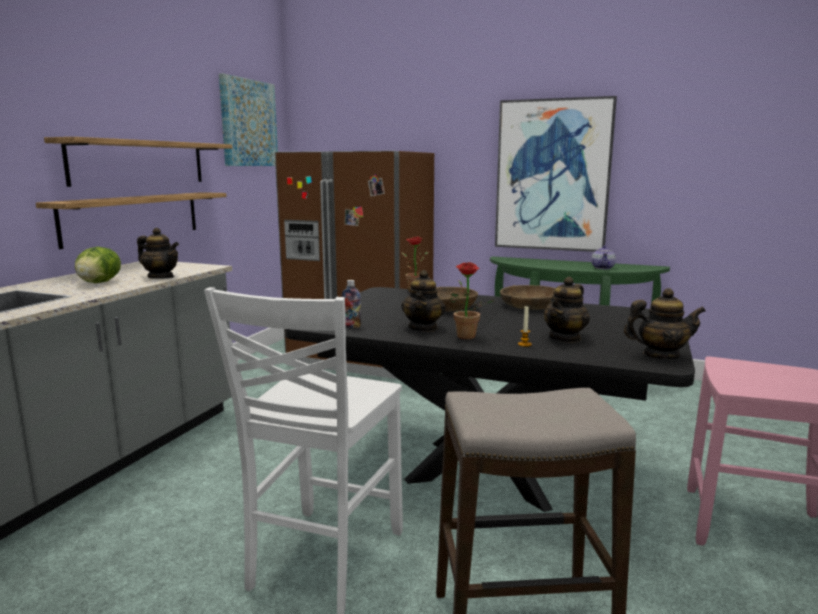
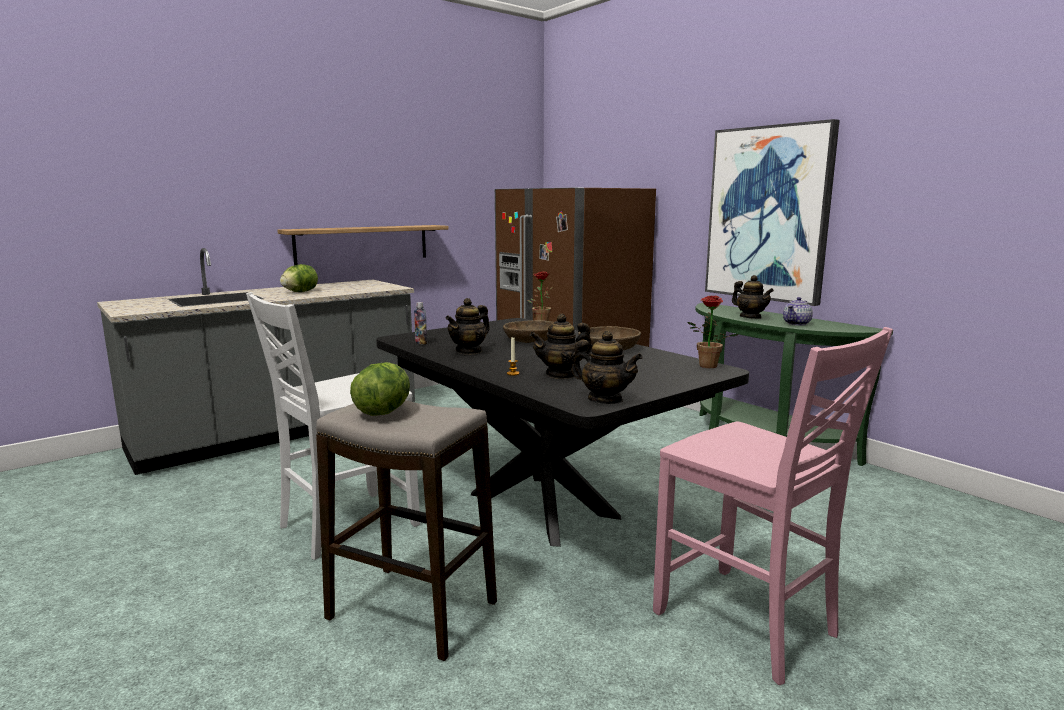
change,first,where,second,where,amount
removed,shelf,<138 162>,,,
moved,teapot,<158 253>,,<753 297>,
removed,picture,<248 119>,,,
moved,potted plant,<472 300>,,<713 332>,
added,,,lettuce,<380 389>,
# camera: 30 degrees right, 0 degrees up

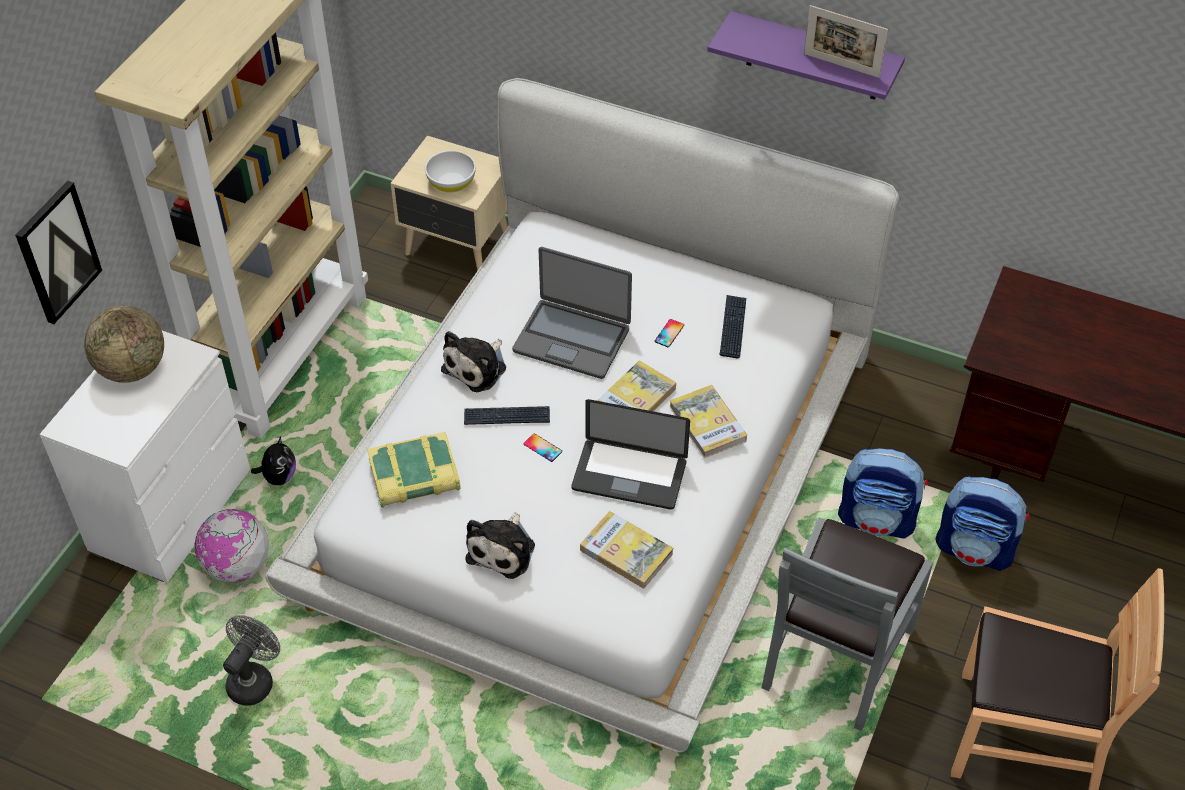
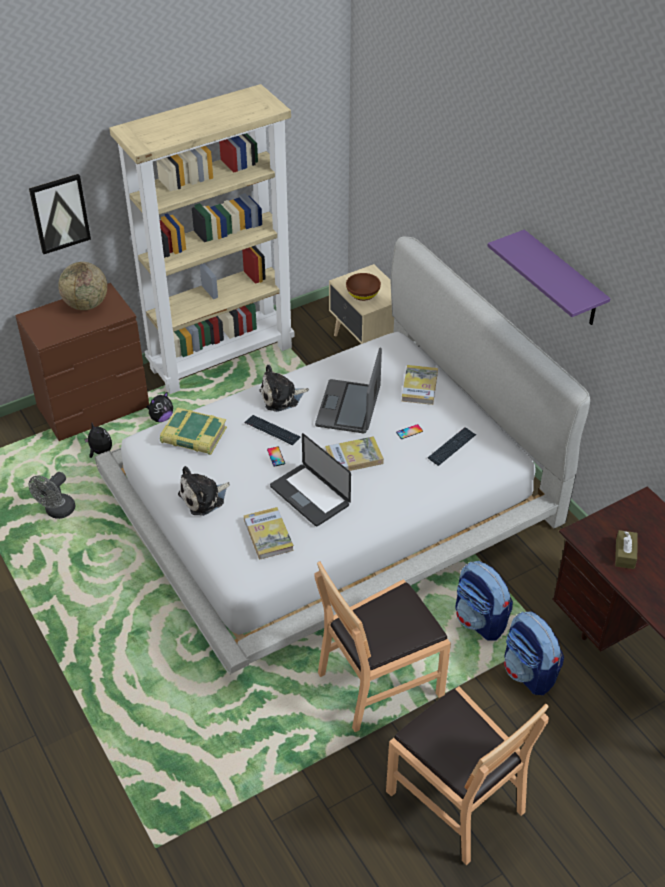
change,first,where,second,where,amount
recoloured,dresser in white,<145 457>,dresser in brown,<82 362>,
replaced,globe,<231 546>,plush toy,<98 440>,
turned,fan in grey,<251 660>,,<51 495>,150 degrees clockwise
recoloured,bowl in white,<450 171>,bowl in brown,<363 287>,
turned,laptop,<572 313>,,<348 390>,45 degrees clockwise
moved,book,<708 421>,,<420 385>,
recoloured,chair in grey,<847 624>,chair in brown,<382 646>,
removed,picture frame,<846 41>,,,
added,,,tissue box in brown,<626 549>,
# camera: 35 degrees right, 5 degrees down

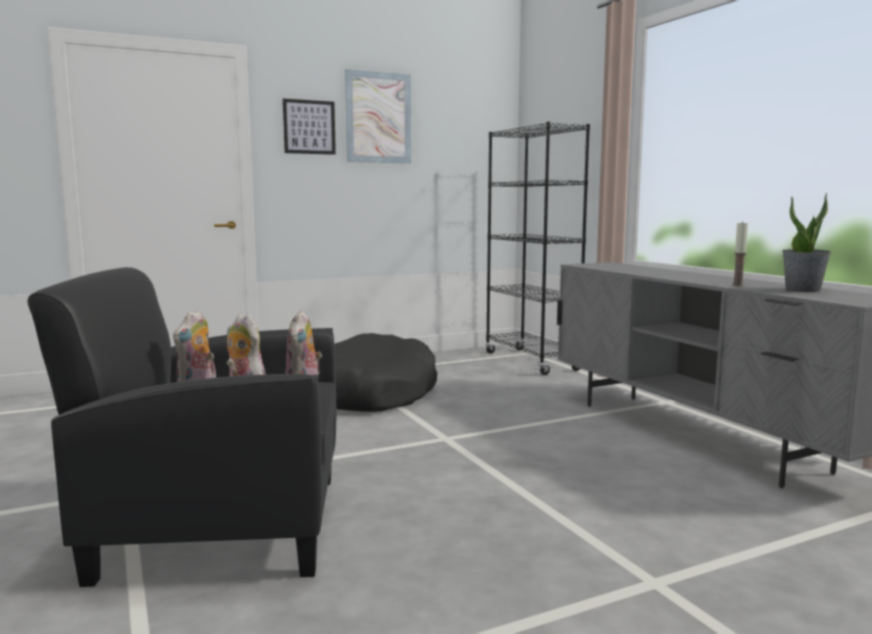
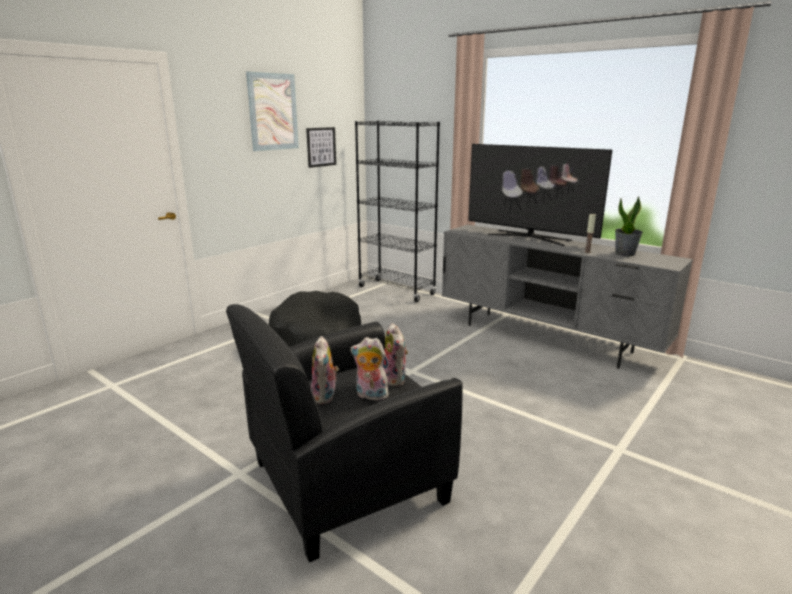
change,first,where,second,where,amount
moved,picture,<309 127>,,<321 147>,
added,,,television,<540 195>,
# camera: 25 degrees left, 10 degrees up

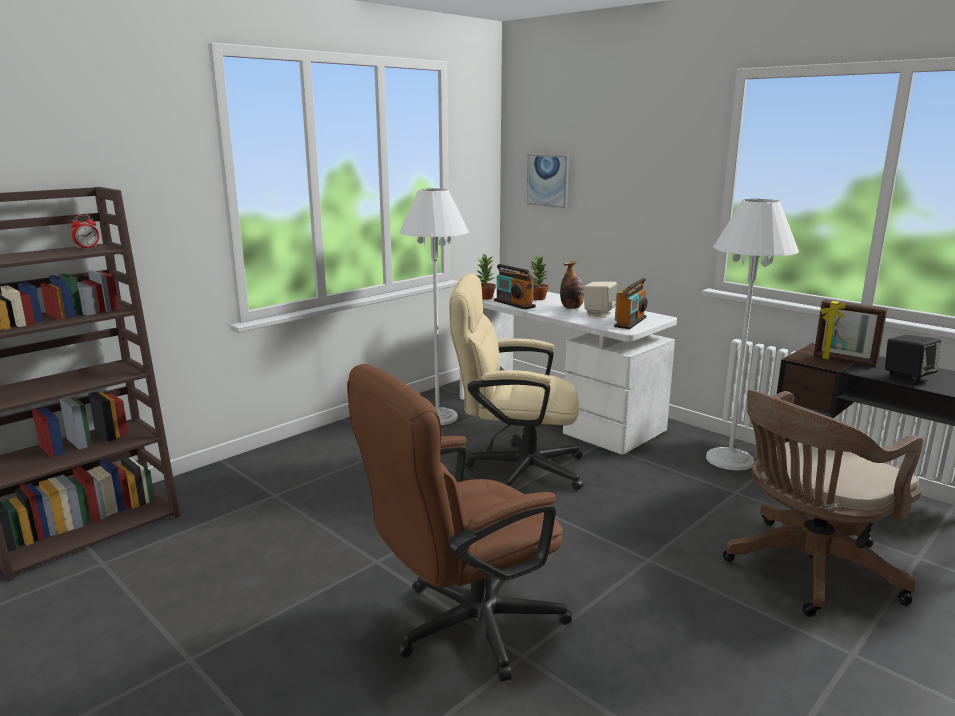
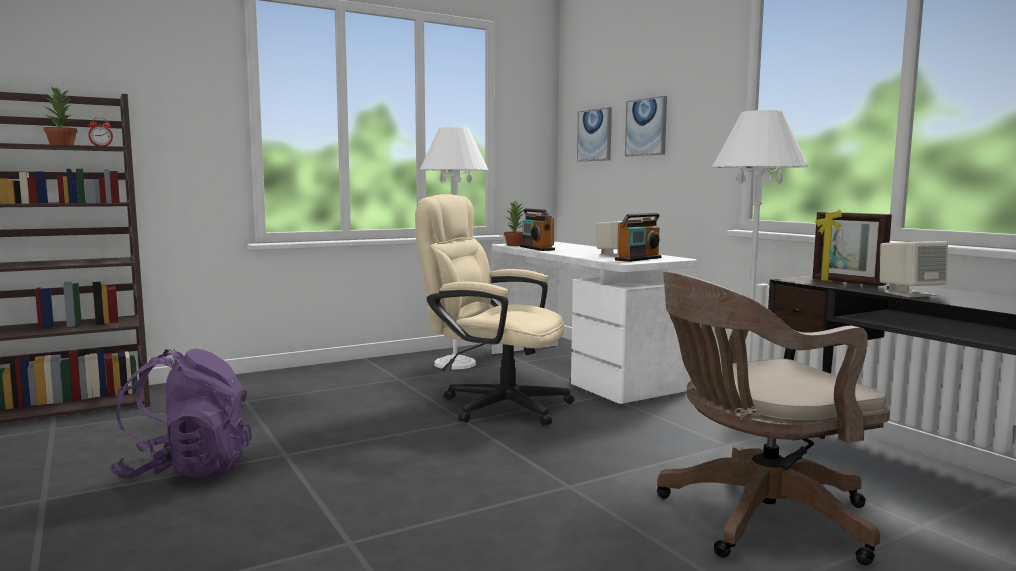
change,first,where,second,where,amount
removed,office chair in brown,<459 522>,,,
moved,potted plant,<539 277>,,<61 115>,
removed,bottle,<572 285>,,,
recoloured,speaker in black,<913 360>,speaker in beige,<914 269>,
added,,,backpack in purple,<180 414>,
added,,,picture,<646 126>,
# camera: 15 degrees right, 10 degrees down

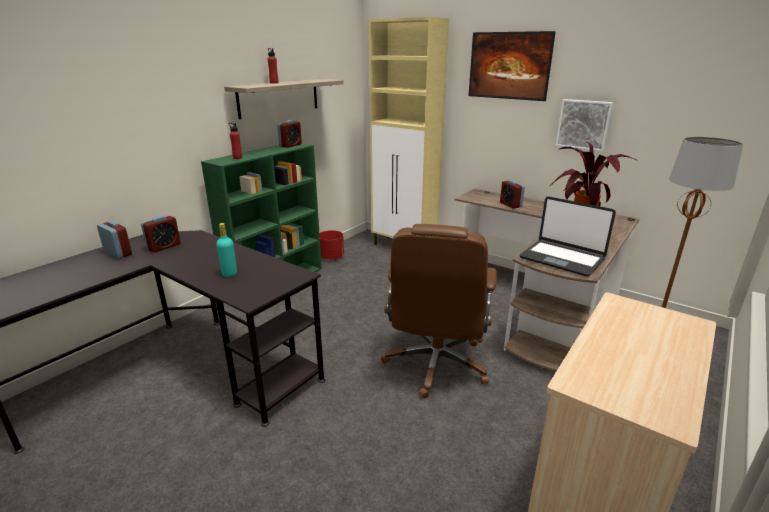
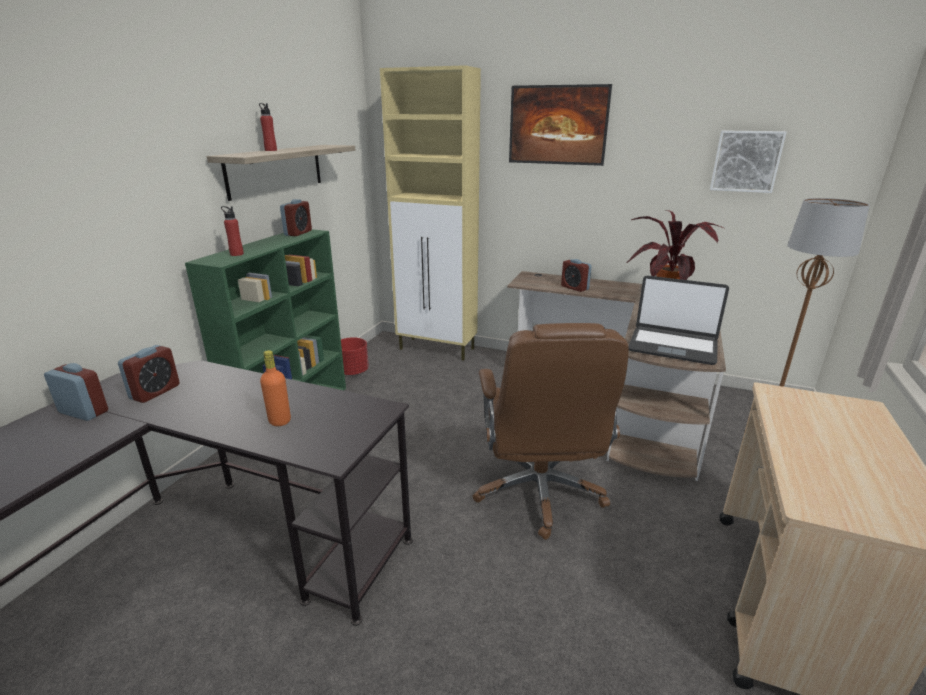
change,first,where,second,where,amount
recoloured,bottle in turquoise,<226 250>,bottle in orange,<275 388>,
moved,picture,<584 125>,,<748 161>,
# camera: 15 degrees left, 0 degrees up

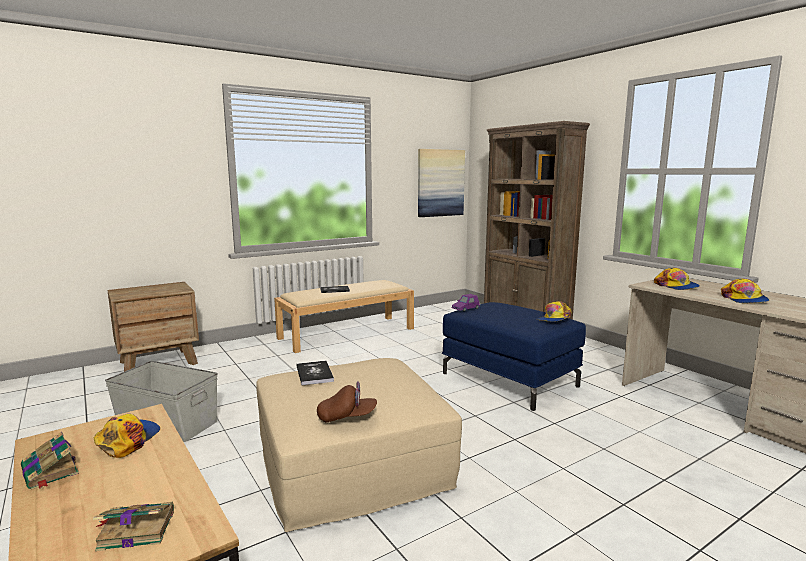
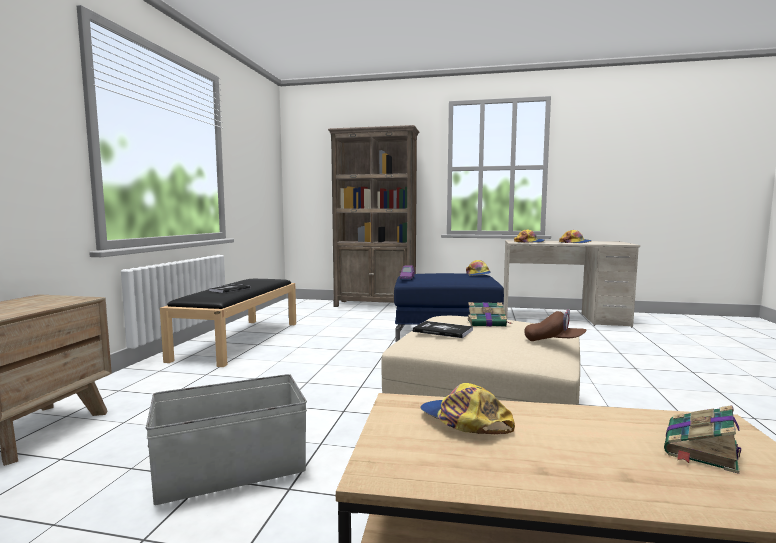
change,first,where,second,where,amount
moved,book,<50 461>,,<490 314>,
recoloured,bench in beige,<344 316>,bench in black,<228 323>,
turned,cap in brown,<347 402>,,<555 325>,75 degrees clockwise
removed,picture,<441 183>,,,
# camera: 45 degrees left, 5 degrees down

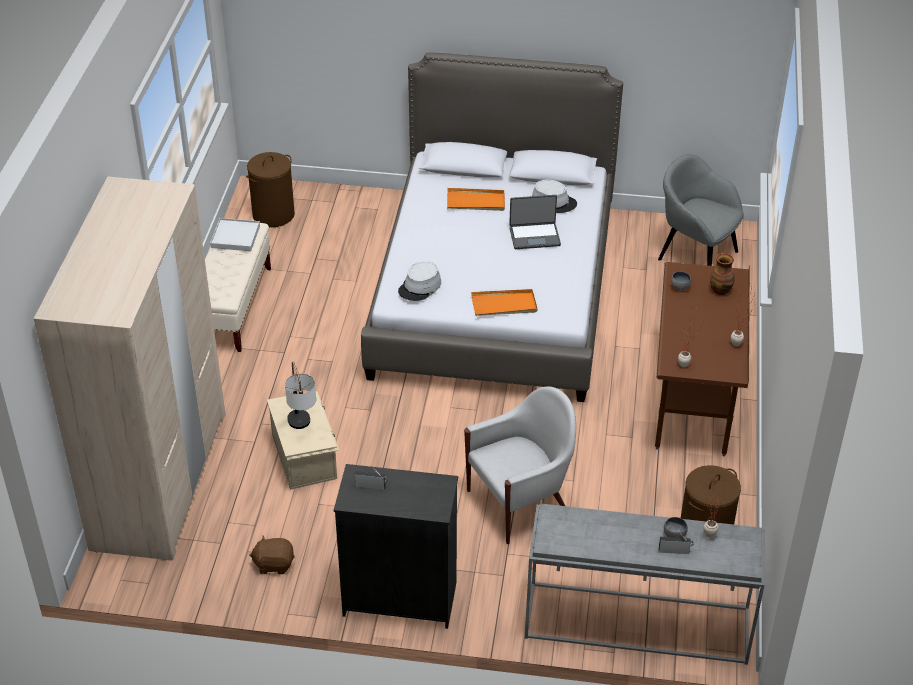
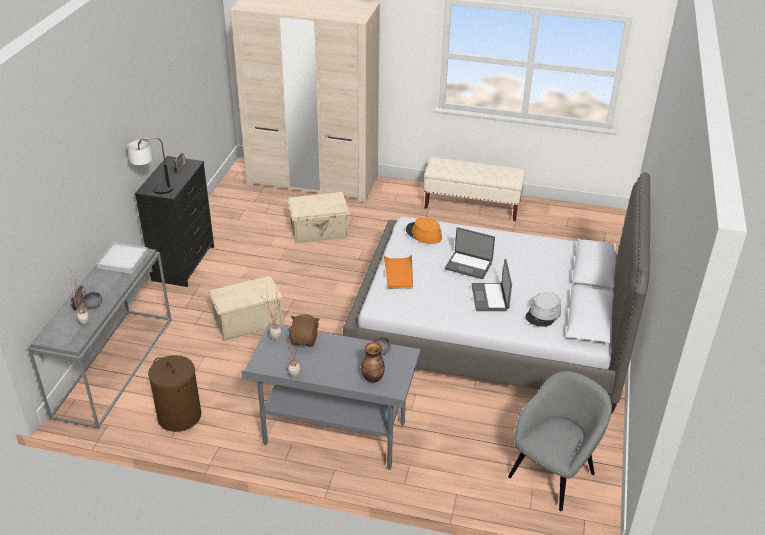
change,first,where,second,where,amount
moved,tray in white,<235 234>,,<122 258>,
removed,laundry basket in brown,<270 189>,,,
moved,plush toy in brown,<272 554>,,<304 330>,
moved,table lamp,<300 395>,,<150 165>,
recoloured,hat in grey,<419 281>,hat in orange,<424 230>,
removed,tray in orange,<476 199>,,,
replaced,armchair in white,<520 465>,storage box in beige,<245 308>,
recoloured,desk in brown,<702 359>,desk in grey,<331 396>,
added,,,laptop,<470 253>,
# camera: 95 degrees right, 5 degrees down

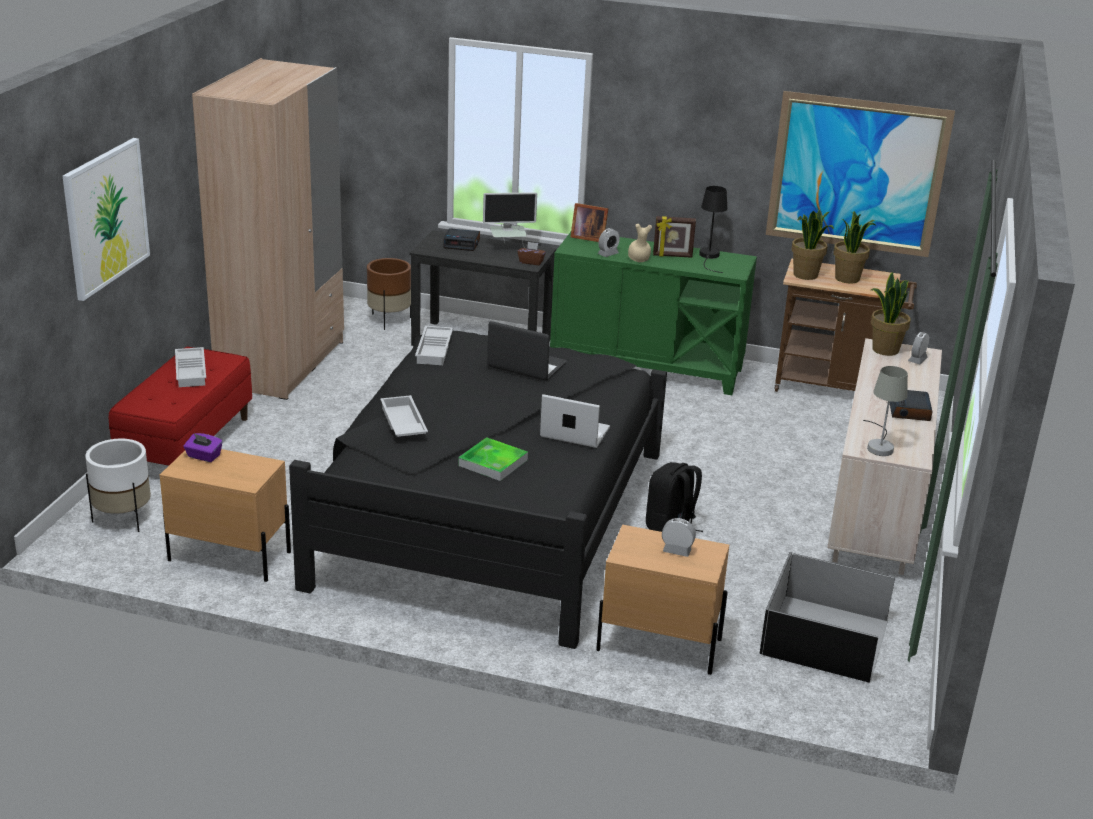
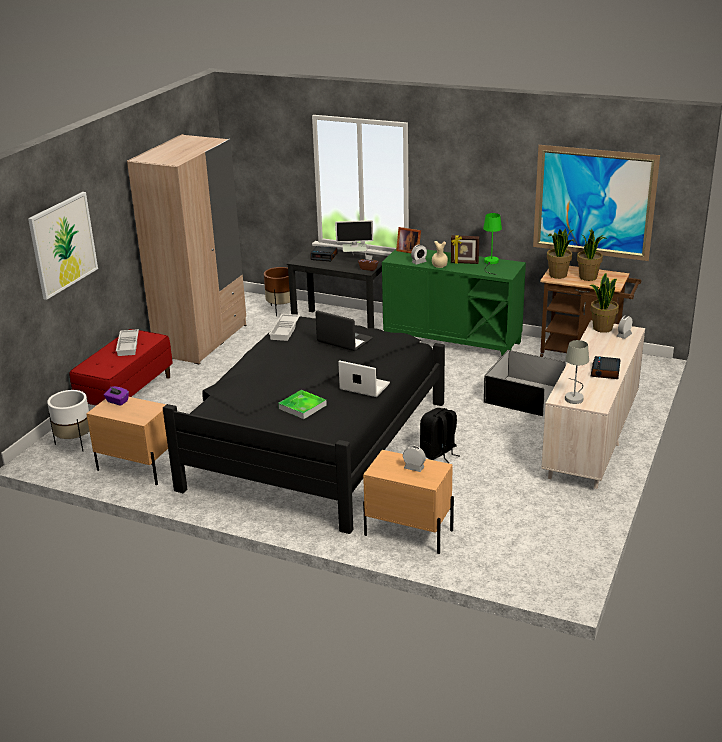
change,first,where,second,where,amount
removed,tray in white,<404 416>,,,
recoloured,table lamp in black,<713 229>,table lamp in green,<492 244>,
moved,storage box in black,<827 617>,,<525 383>,
# camera: 10 degrees right, 0 degrees up

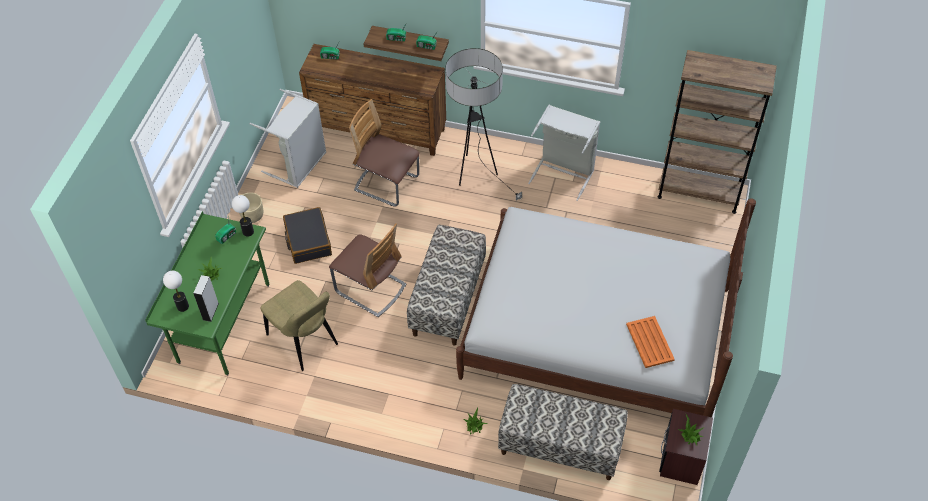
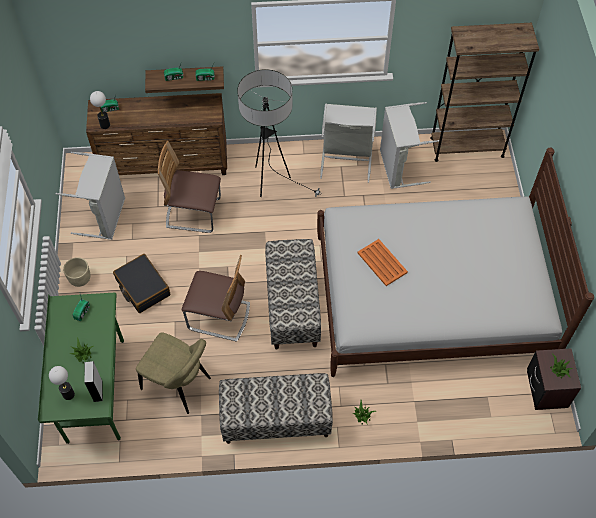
change,first,where,second,where,amount
moved,table lamp,<243 216>,,<100 110>,
moved,bench,<563 432>,,<276 408>,
moved,tray in orange,<650 342>,,<382 262>,
added,,,laundry basket in grey,<409 145>,
# camera: 20 degrees left, 5 degrees up

